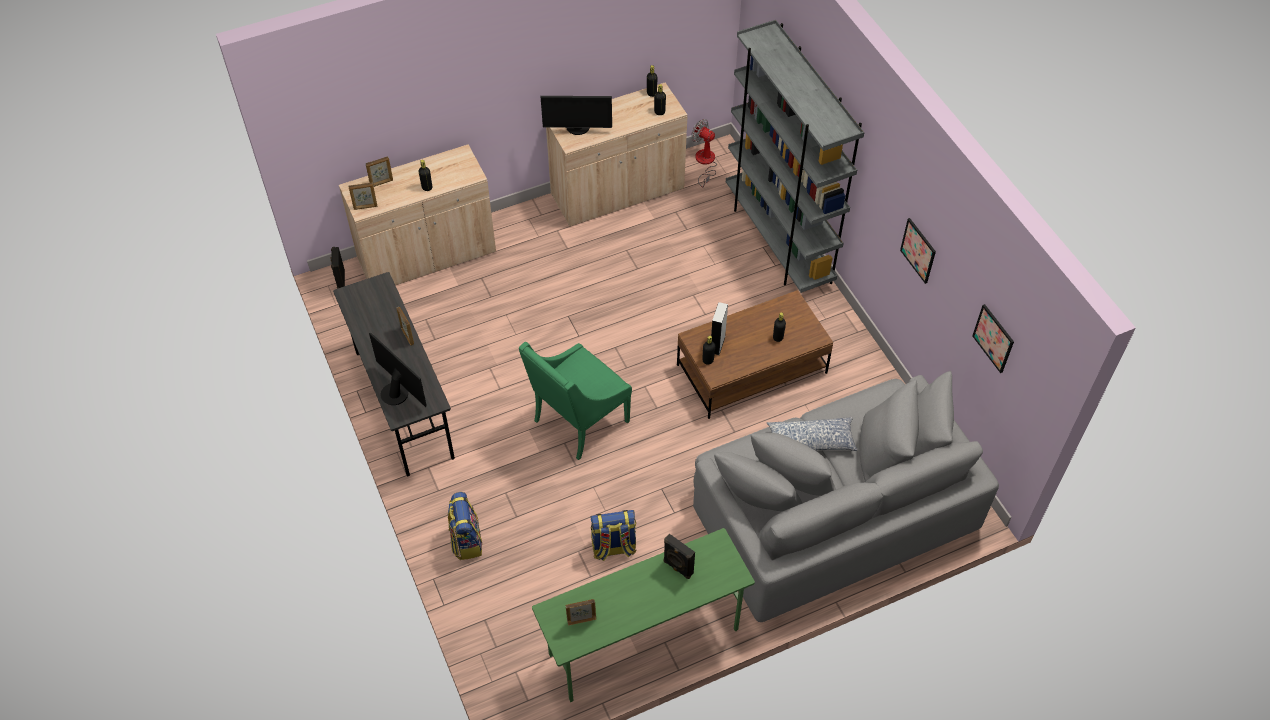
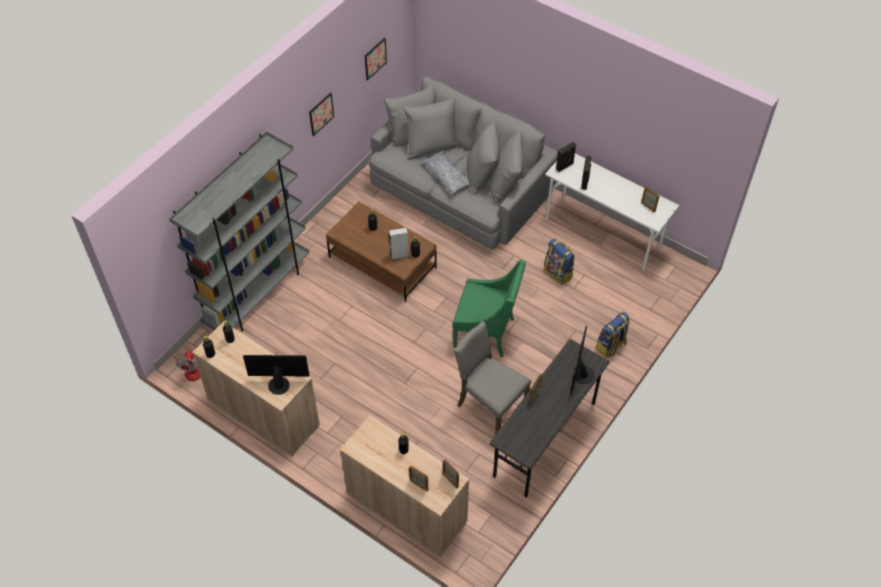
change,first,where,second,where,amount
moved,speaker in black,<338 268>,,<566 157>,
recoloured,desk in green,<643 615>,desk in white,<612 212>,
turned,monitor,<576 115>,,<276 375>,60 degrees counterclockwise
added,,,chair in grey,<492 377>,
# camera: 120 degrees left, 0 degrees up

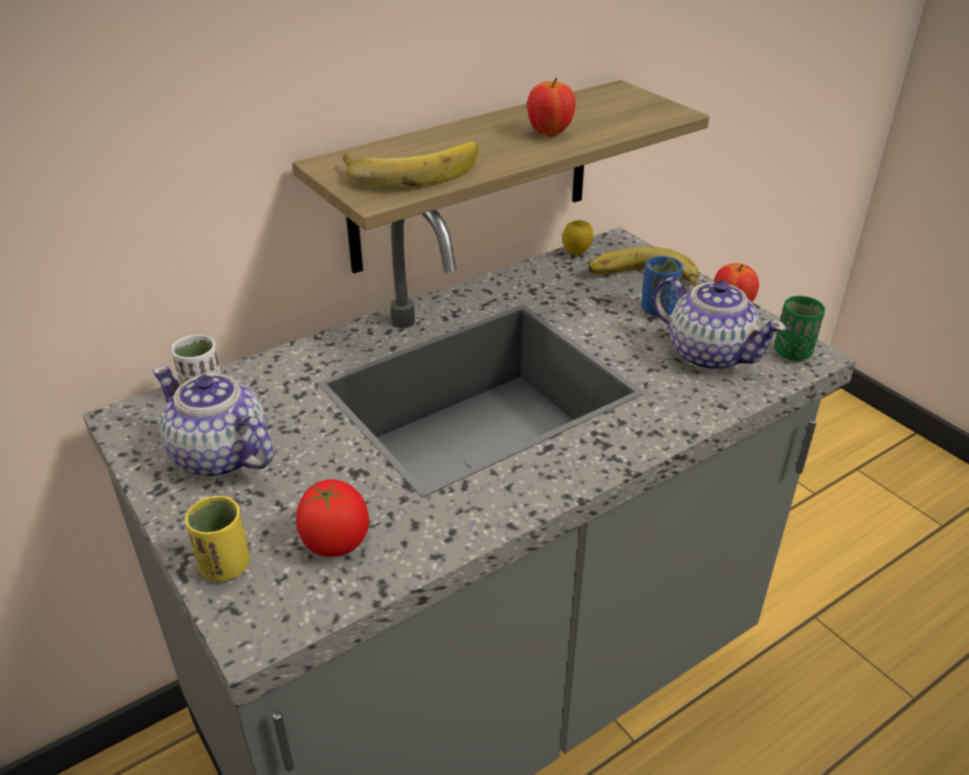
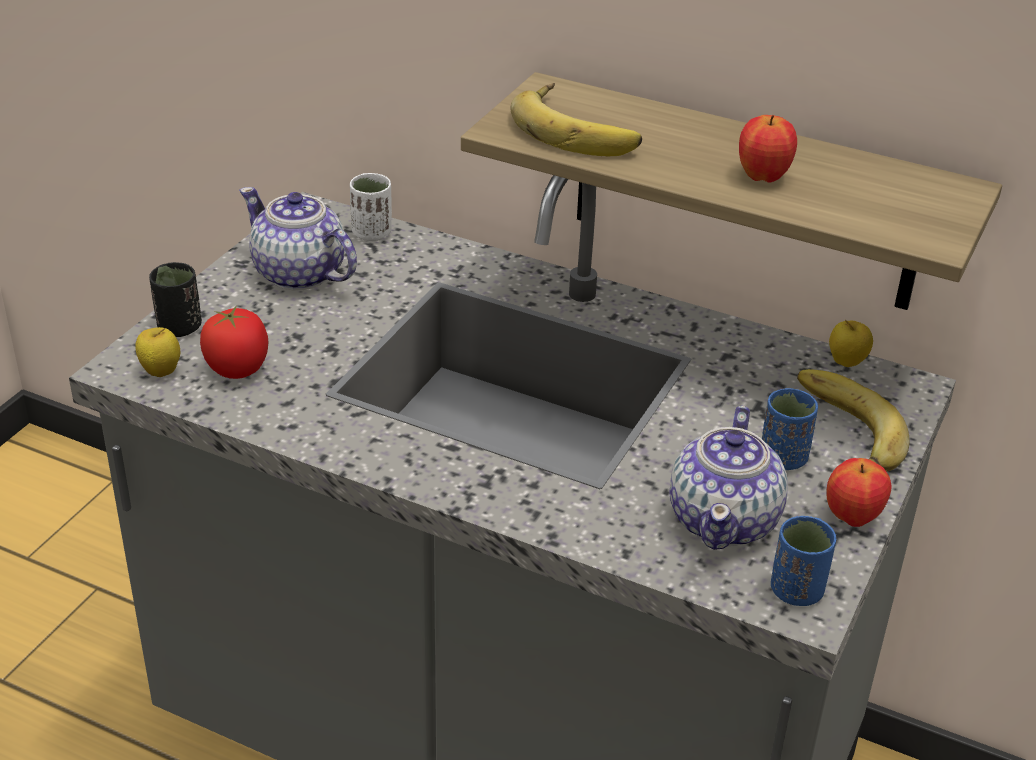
change,first,where,second,where,amount
turned,teapot,<213 422>,,<298 239>,60 degrees counterclockwise
recoloured,cup in yellow,<217 538>,cup in black,<175 299>,
recoloured,cup in green,<799 328>,cup in blue,<803 561>,
added,,,apple,<157 352>,
# camera: 60 degrees right, 0 degrees up

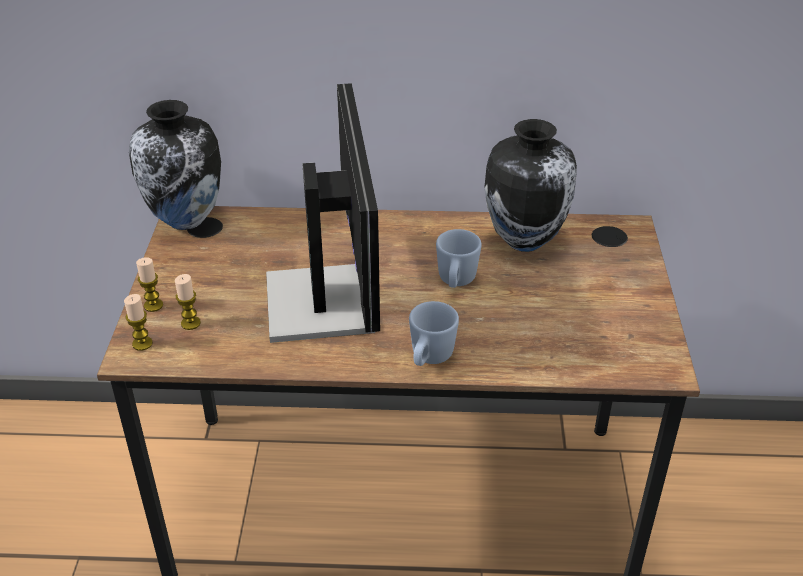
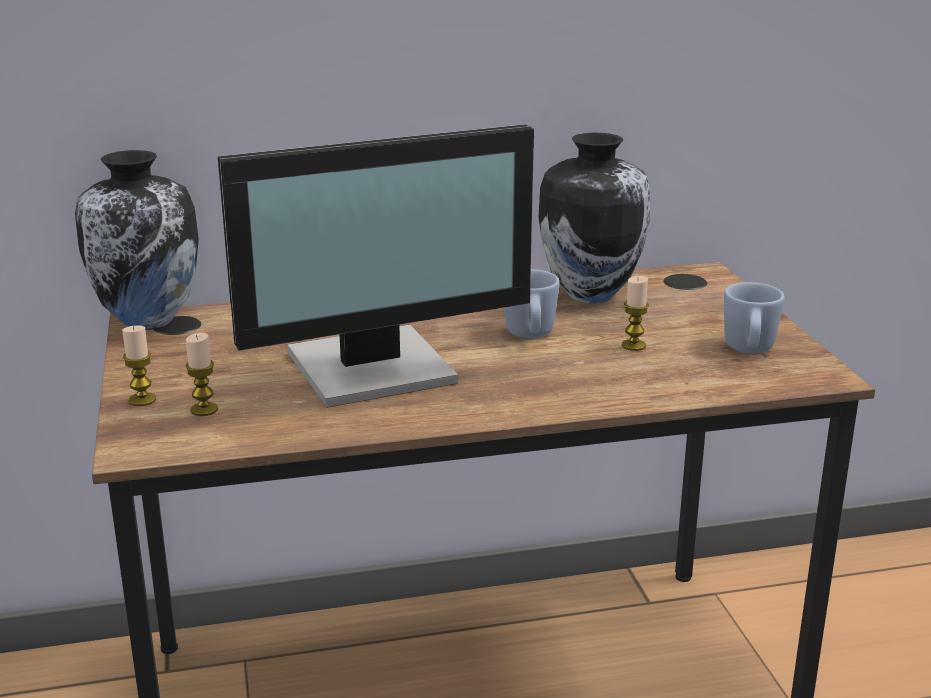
change,first,where,second,where,amount
moved,candle,<138 322>,,<635 313>,
turned,monitor,<323 213>,,<376 266>,90 degrees clockwise
moved,mug in blue,<434 333>,,<754 317>,
# camera: 15 degrees left, 15 degrees down

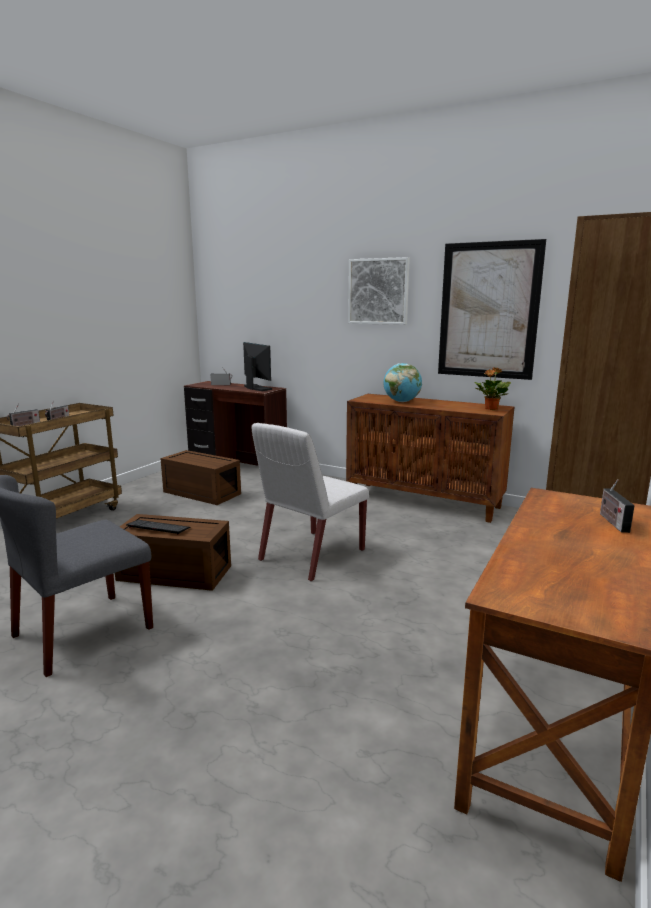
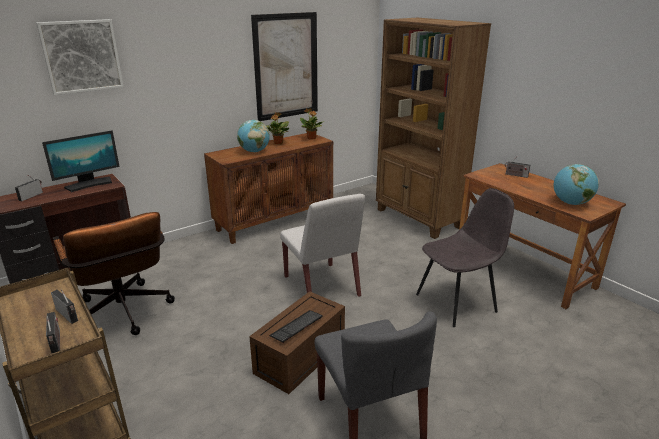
change,first,where,second,where,amount
replaced,storage box in brown,<200 477>,office chair in brown,<114 273>,
turned,monitor,<257 366>,,<81 161>,150 degrees clockwise
moved,picture,<379 291>,,<80 57>,
added,,,potted plant,<278 128>,
added,,,chair in grey,<465 257>,
added,,,globe,<576 184>,
# camera: 65 degrees left, 10 degrees up

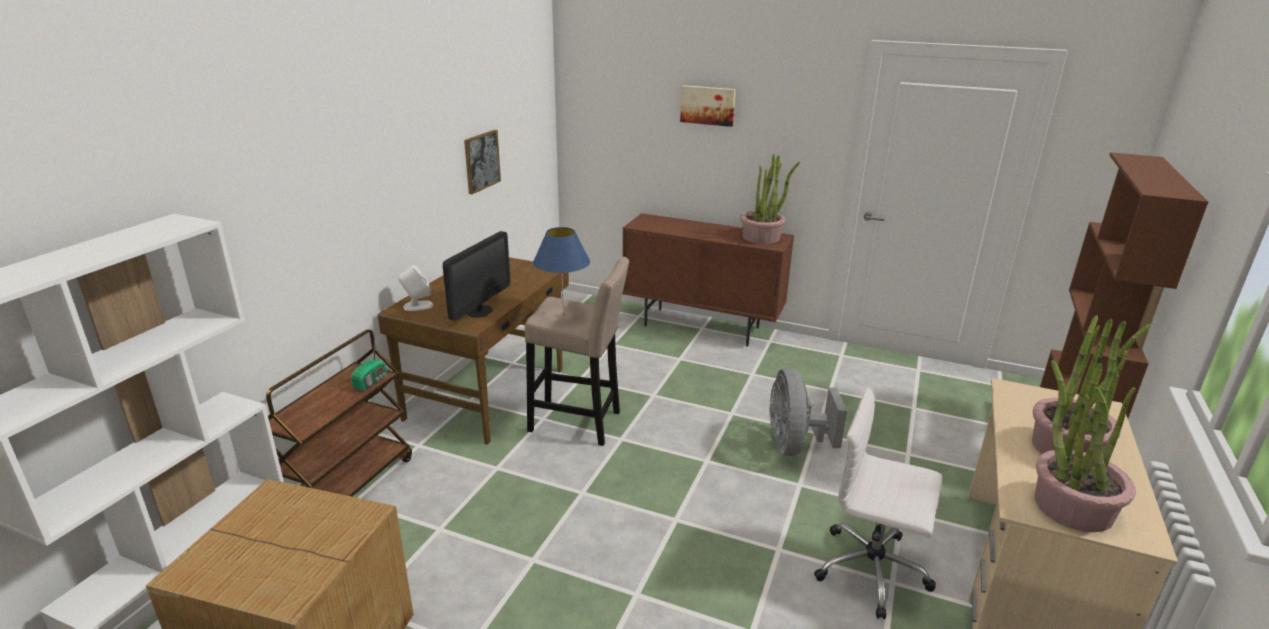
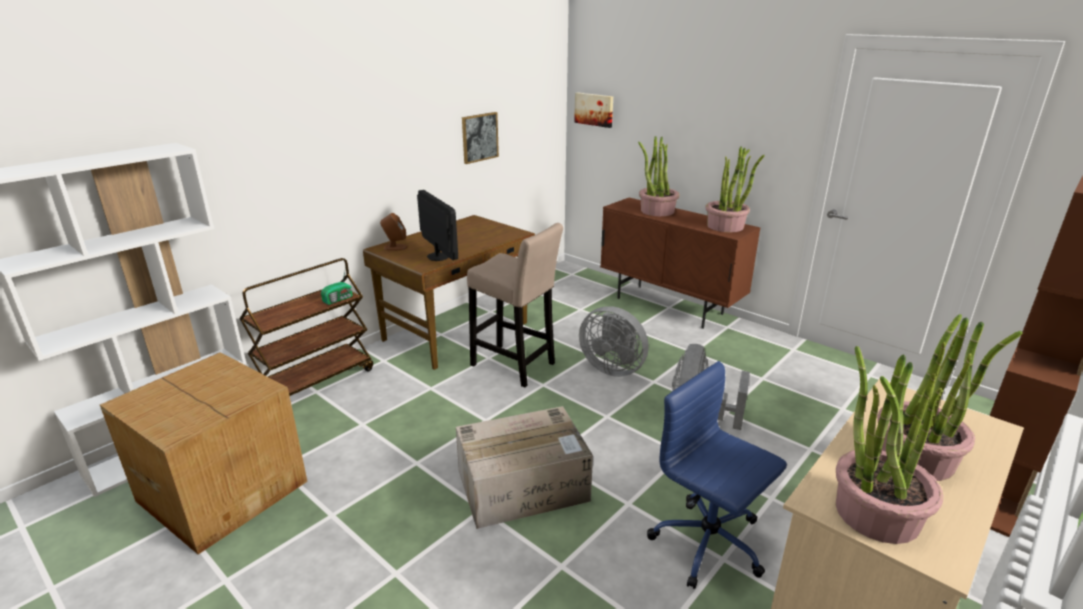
change,first,where,second,where,amount
recoloured,speaker in white,<415 288>,speaker in brown,<394 232>,
turned,monitor,<476 276>,,<437 225>,75 degrees counterclockwise
removed,table lamp in blue,<561 271>,,,
moved,picture,<708 106>,,<593 110>,
recoloured,office chair in white,<878 503>,office chair in blue,<717 475>,
added,,,cardboard box,<524 467>,
added,,,fan in grey,<613 341>,
added,,,potted plant,<659 176>,
# camera: 20 degrees right, 0 degrees up

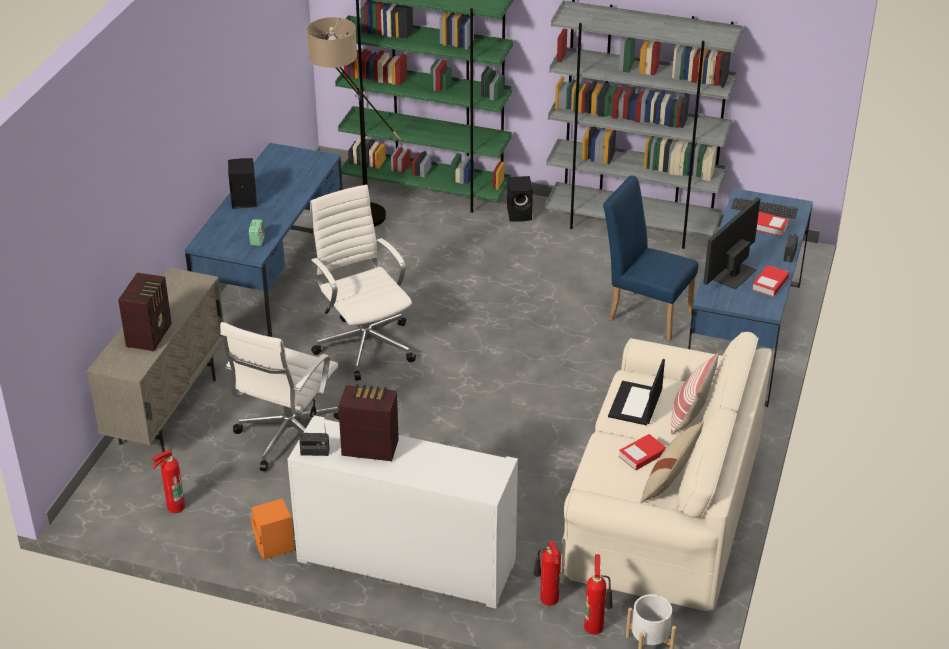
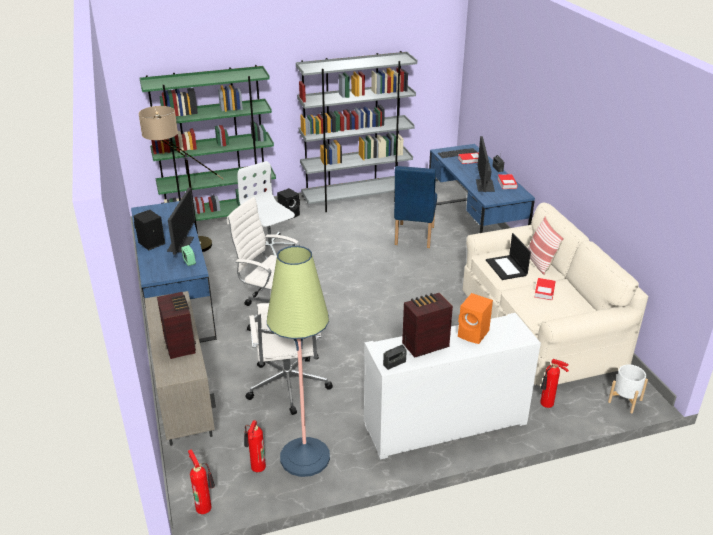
change,first,where,second,where,amount
moved,speaker in orange,<273 529>,,<475 318>,
moved,fire extinguisher,<598 594>,,<201 481>,
turned,chair in blue,<651 258>,,<415 207>,75 degrees counterclockwise
removed,pillow in beige,<672 462>,,,
added,,,monitor,<181 221>,
added,,,office chair in white,<266 208>,
added,,,floor lamp,<298 361>,
# camera: 35 degrees left, 5 degrees down

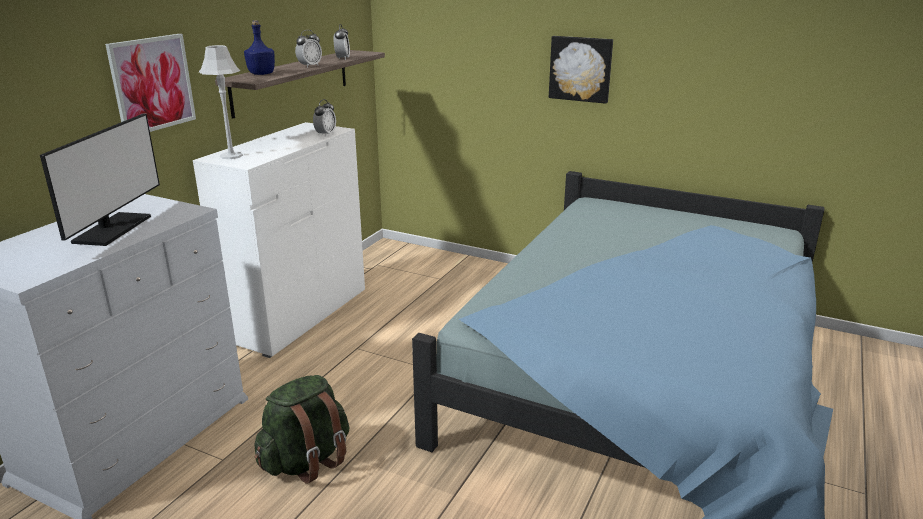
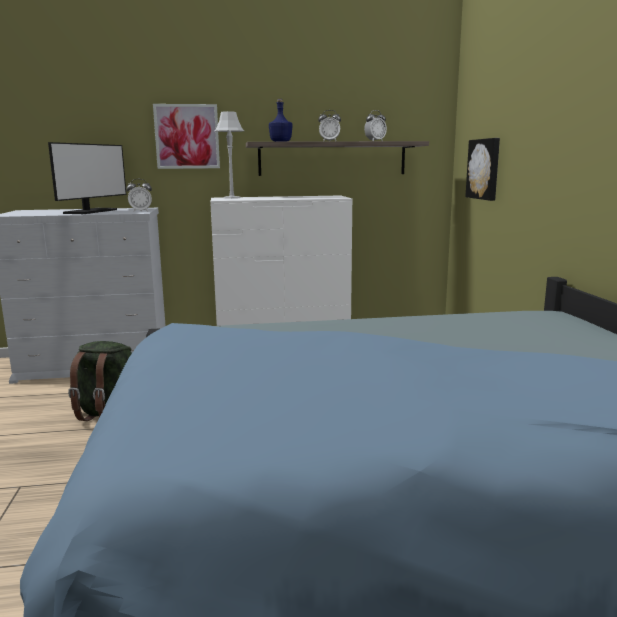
change,first,where,second,where,amount
turned,monitor,<100 179>,,<87 178>,45 degrees counterclockwise
moved,alarm clock,<324 118>,,<139 195>,
moved,picture,<581 70>,,<482 169>,
# camera: 55 degrees right, 10 degrees down

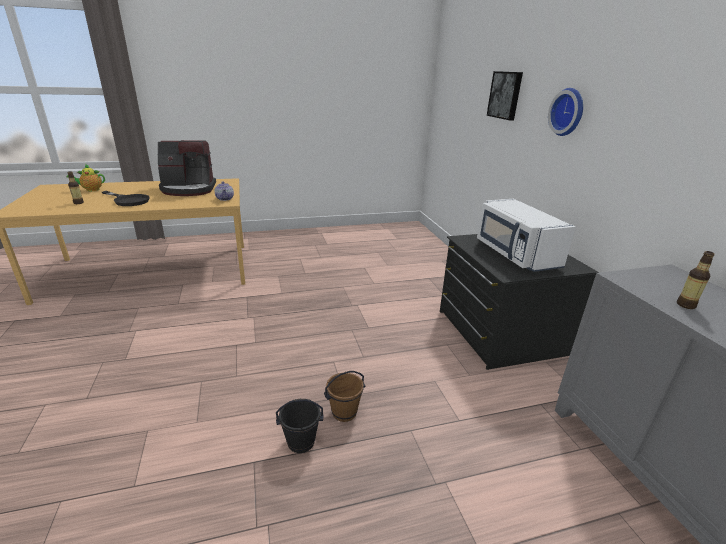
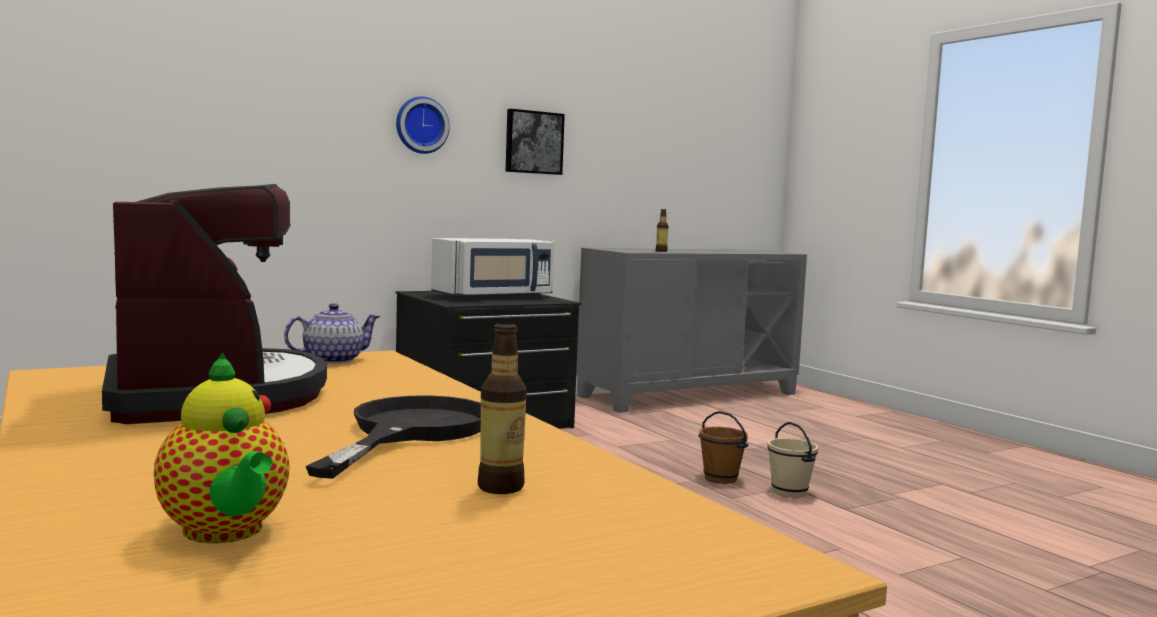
change,first,where,second,where,amount
recoloured,bucket in black,<300 426>,bucket in beige,<792 460>,
moved,picture,<505 95>,,<535 142>,
# camera: 105 degrees left, 20 degrees down

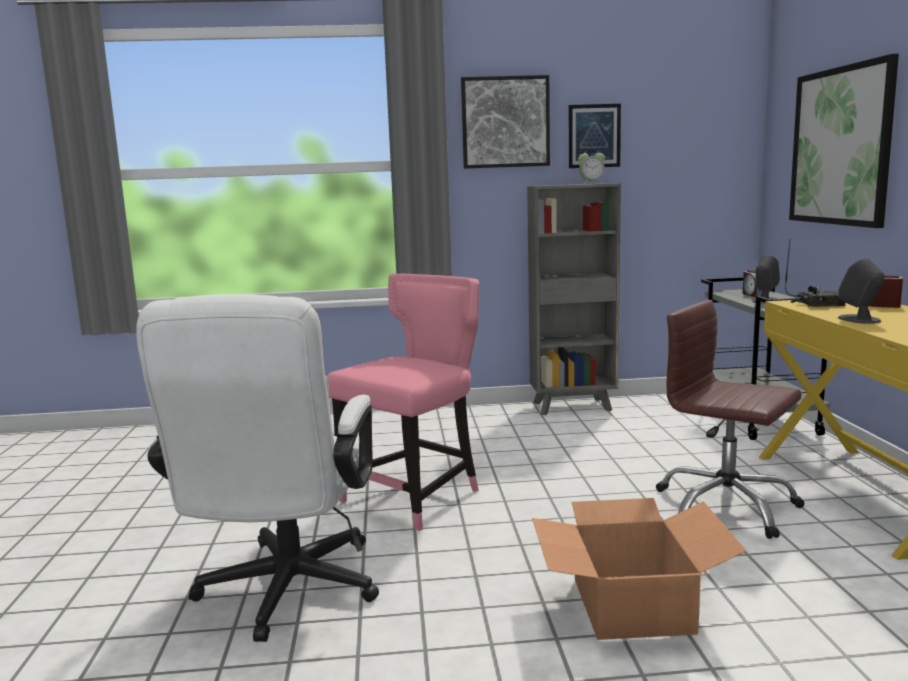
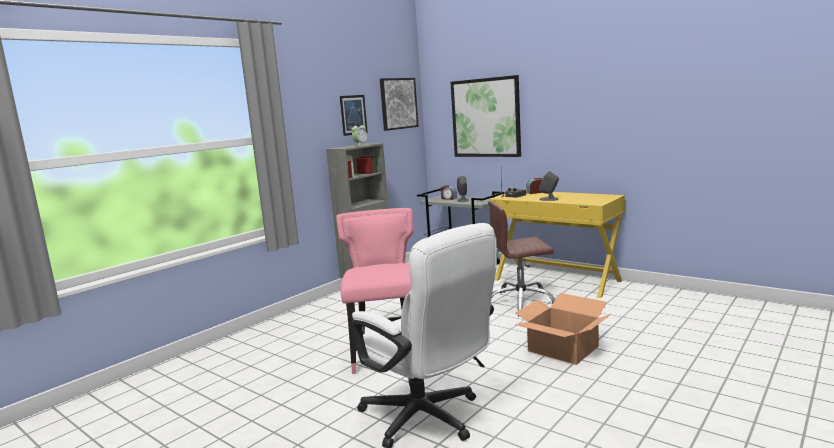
change,first,where,second,where,amount
moved,picture,<505 122>,,<399 104>,
# camera: 45 degrees left, 0 degrees up

